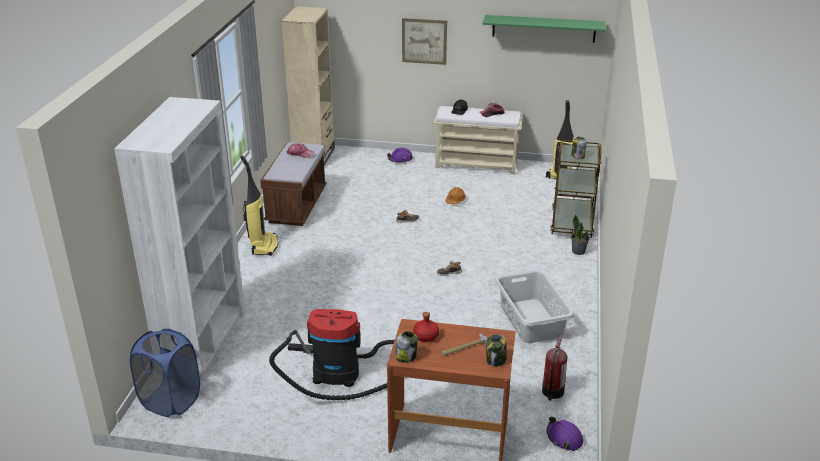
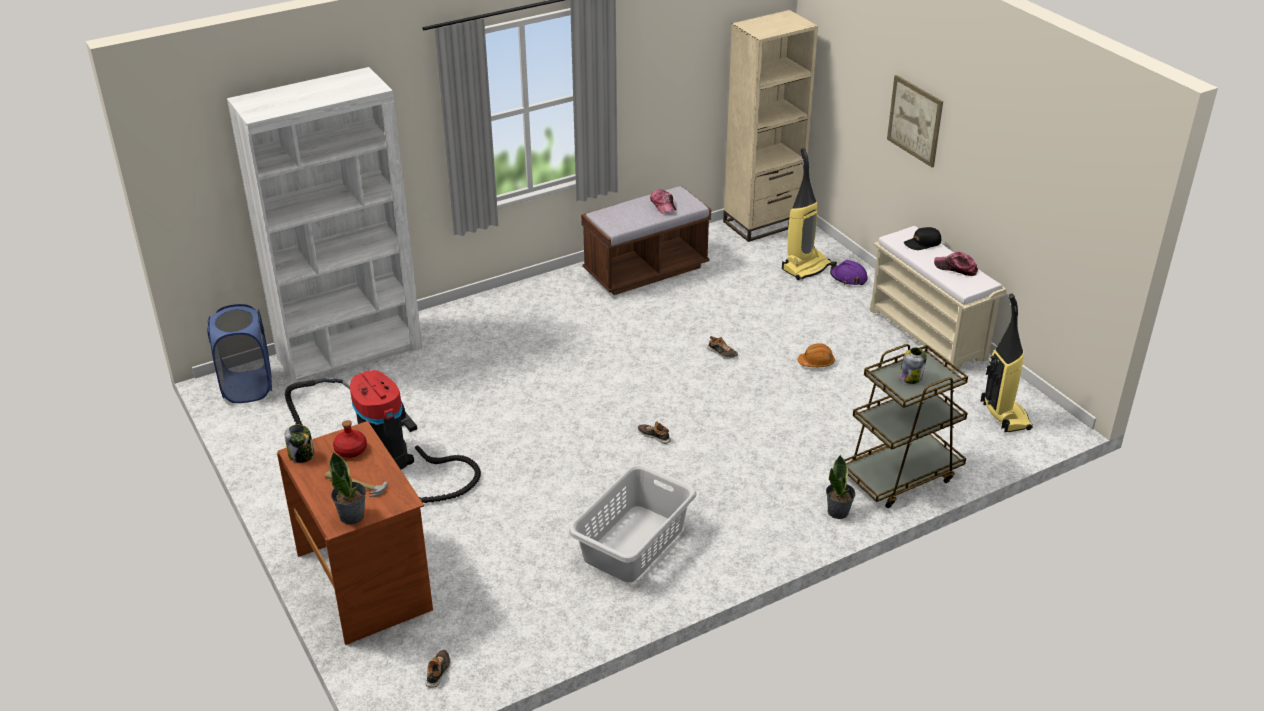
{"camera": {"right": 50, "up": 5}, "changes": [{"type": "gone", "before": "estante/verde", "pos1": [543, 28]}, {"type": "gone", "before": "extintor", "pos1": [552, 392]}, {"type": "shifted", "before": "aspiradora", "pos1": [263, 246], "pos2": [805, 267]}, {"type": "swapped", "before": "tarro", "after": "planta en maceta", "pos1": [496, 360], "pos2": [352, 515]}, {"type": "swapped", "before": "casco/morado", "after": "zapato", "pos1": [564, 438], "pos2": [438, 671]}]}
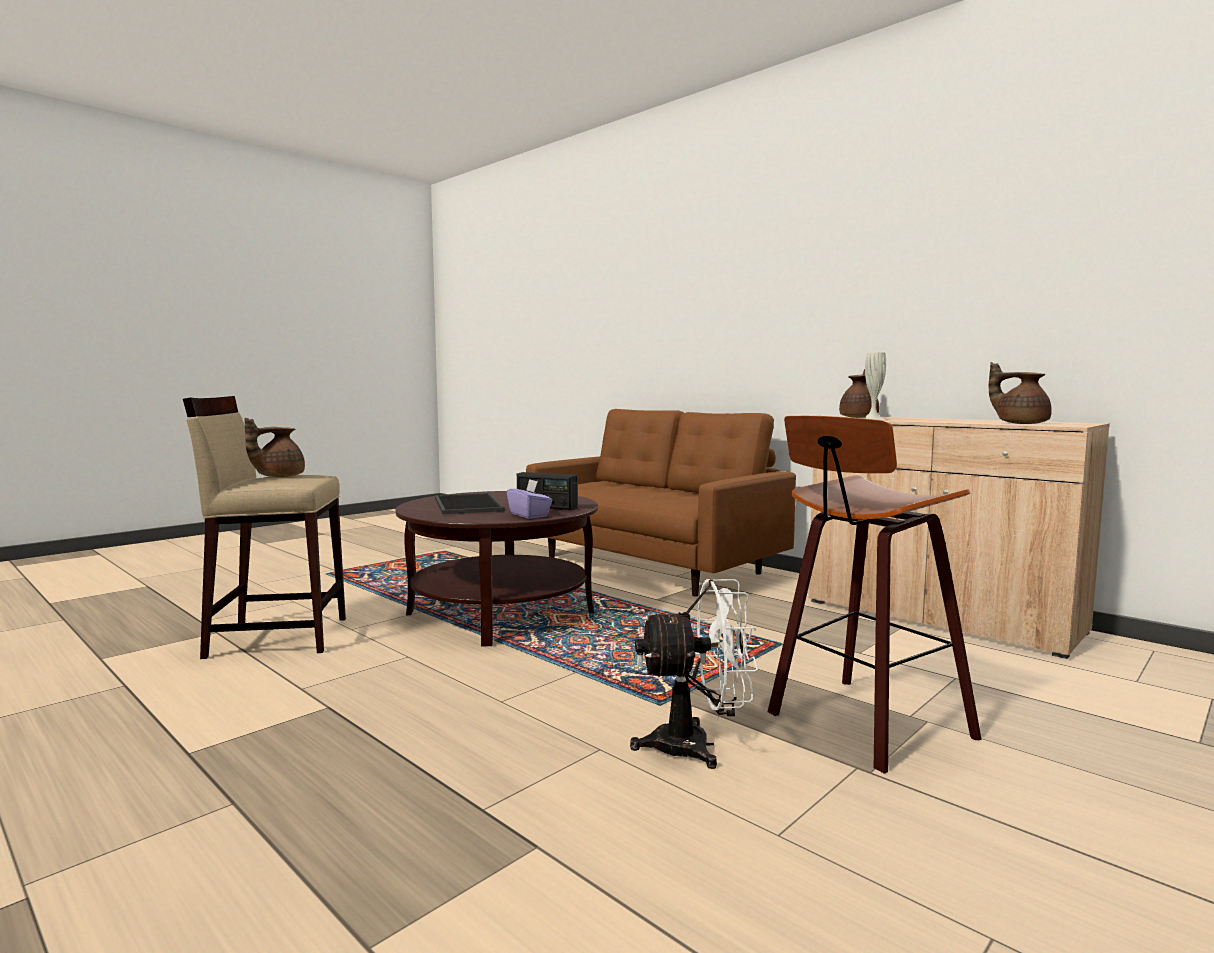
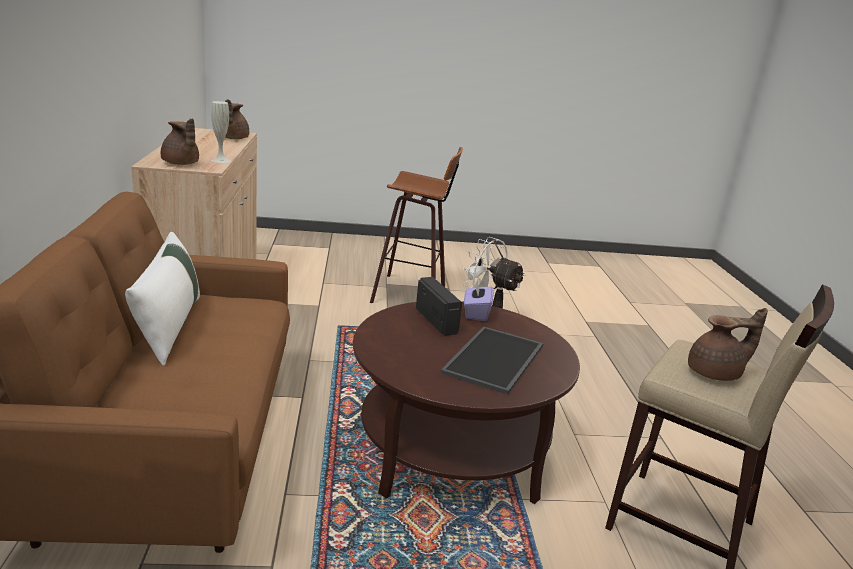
{"camera": {"right": -140, "up": 15}, "changes": [{"type": "new", "after": "cojín/blanco", "pos2": [169, 327]}, {"type": "rotated", "before": "tetera/marrón", "pos1": [860, 417], "pos2": [180, 163], "turn": -120}]}
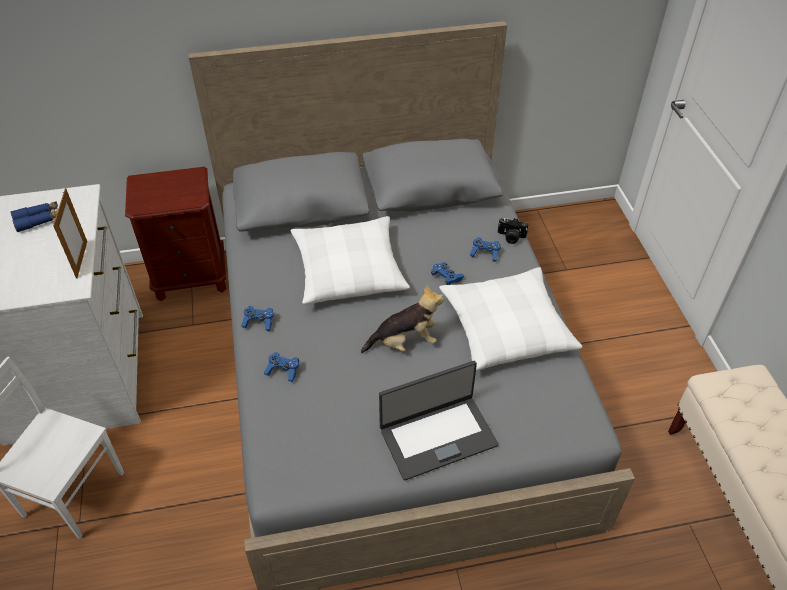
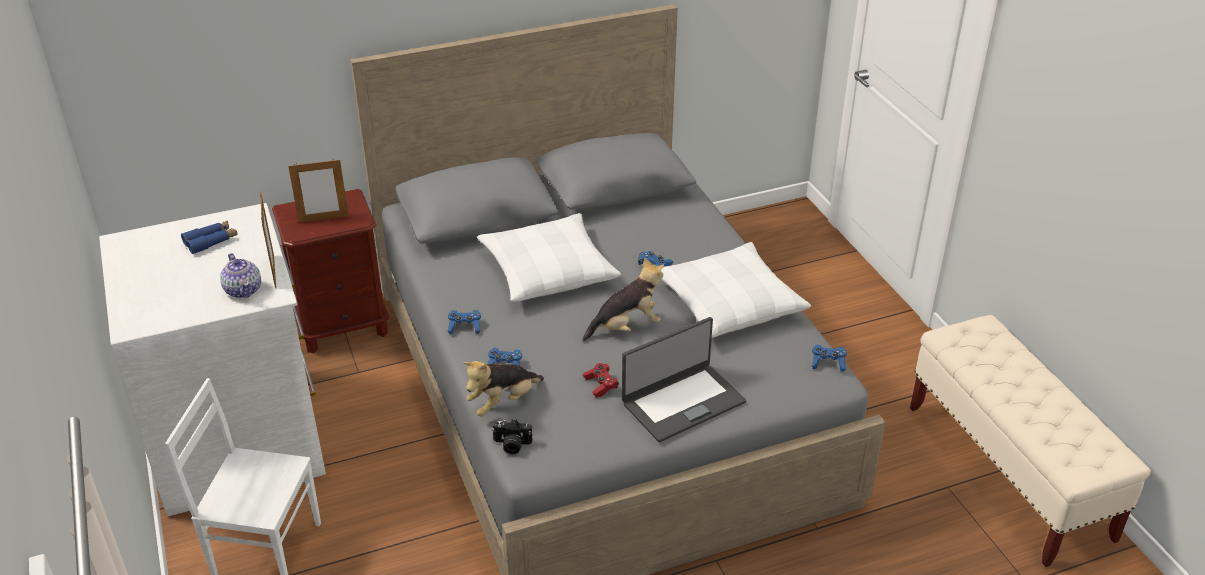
{"camera": {"right": -10, "up": -10}, "changes": [{"type": "new", "after": "tetera", "pos2": [243, 290]}, {"type": "new", "after": "portarretratos", "pos2": [323, 219]}, {"type": "new", "after": "peluche", "pos2": [503, 402]}, {"type": "new", "after": "mando de consola/rojo", "pos2": [600, 385]}, {"type": "shifted", "before": "mando de consola/azul", "pos1": [485, 253], "pos2": [828, 363]}, {"type": "shifted", "before": "cámara", "pos1": [511, 237], "pos2": [511, 445]}]}
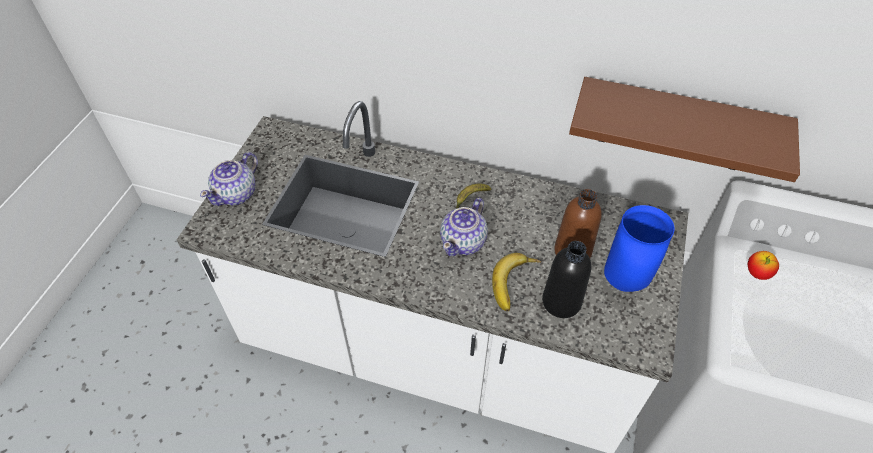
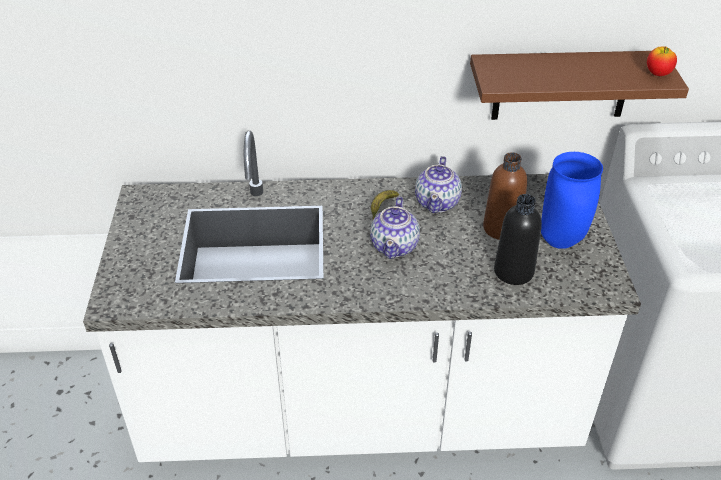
{"camera": {"right": -20, "up": -10}, "changes": [{"type": "gone", "before": "plátano", "pos1": [516, 284]}, {"type": "shifted", "before": "tetera", "pos1": [236, 194], "pos2": [437, 202]}, {"type": "shifted", "before": "manzana", "pos1": [757, 273], "pos2": [658, 74]}]}
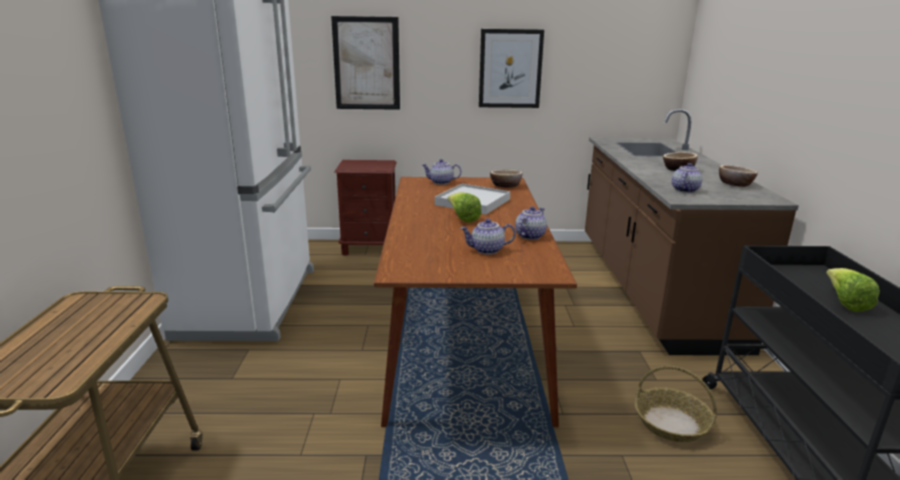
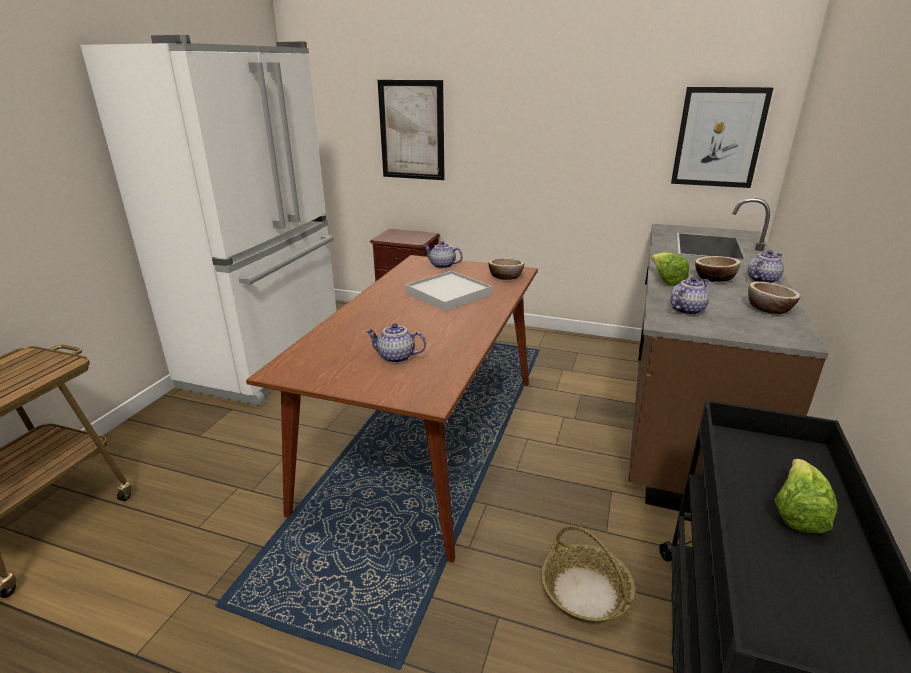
{"camera": {"right": 20, "up": 5}, "changes": [{"type": "shifted", "before": "lechuga", "pos1": [463, 218], "pos2": [665, 280]}, {"type": "shifted", "before": "cuadro", "pos1": [510, 69], "pos2": [719, 137]}, {"type": "shifted", "before": "tetera", "pos1": [529, 236], "pos2": [761, 280]}]}
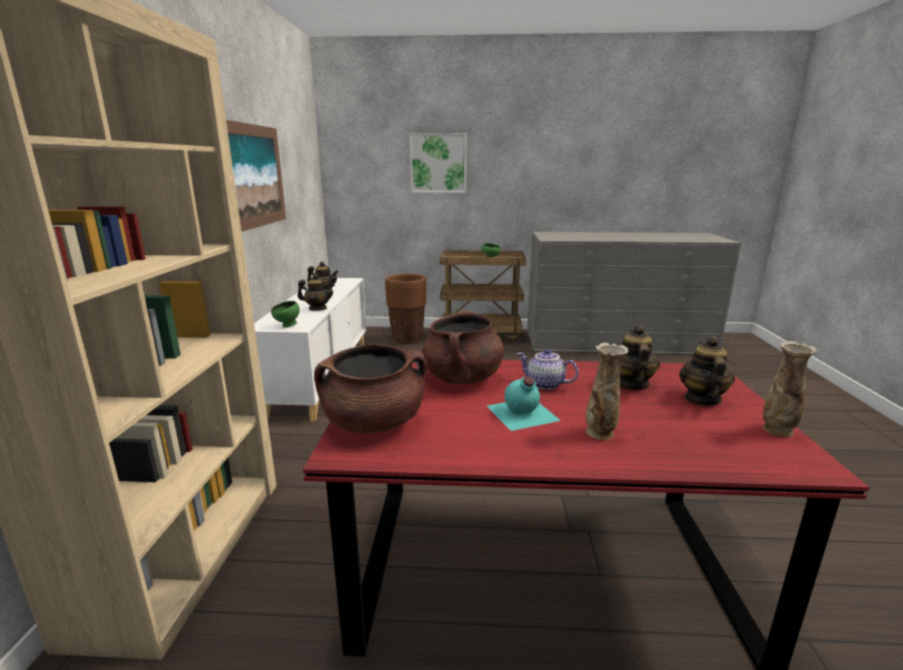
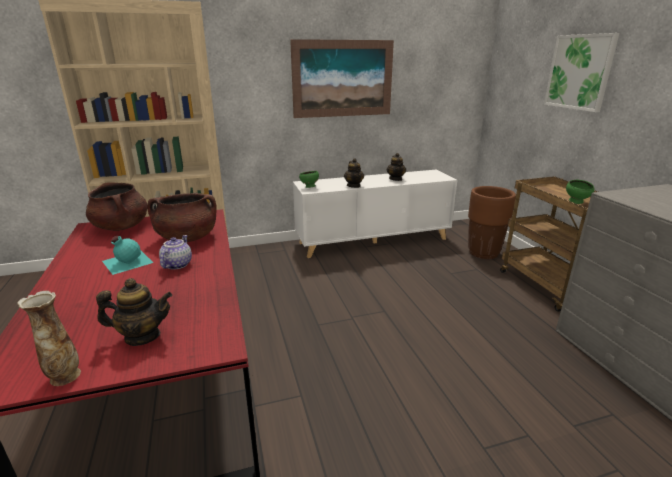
{"camera": {"right": 70, "up": 5}, "changes": [{"type": "gone", "before": "florero", "pos1": [600, 433]}, {"type": "gone", "before": "tetera", "pos1": [631, 384]}]}
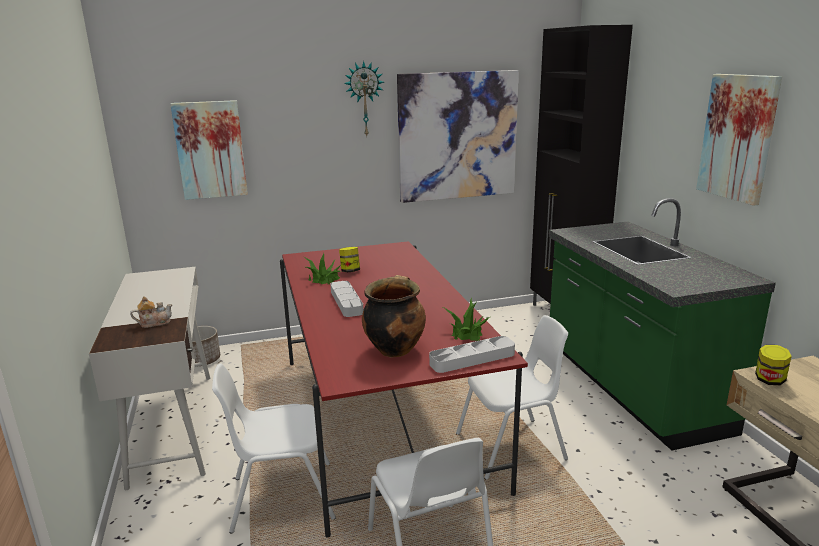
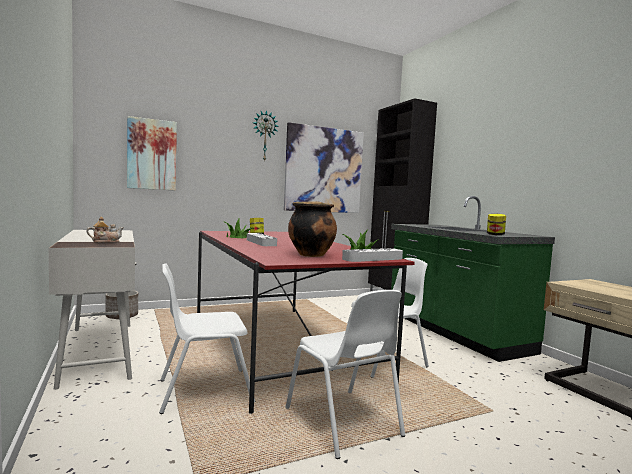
{"camera": {"right": -10, "up": -15}, "changes": [{"type": "gone", "before": "cuadro", "pos1": [738, 137]}, {"type": "shifted", "before": "tarro", "pos1": [769, 380], "pos2": [495, 235]}]}
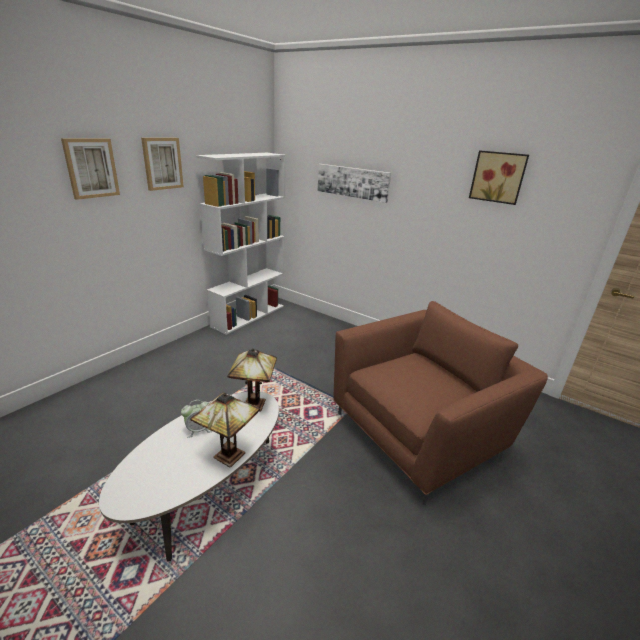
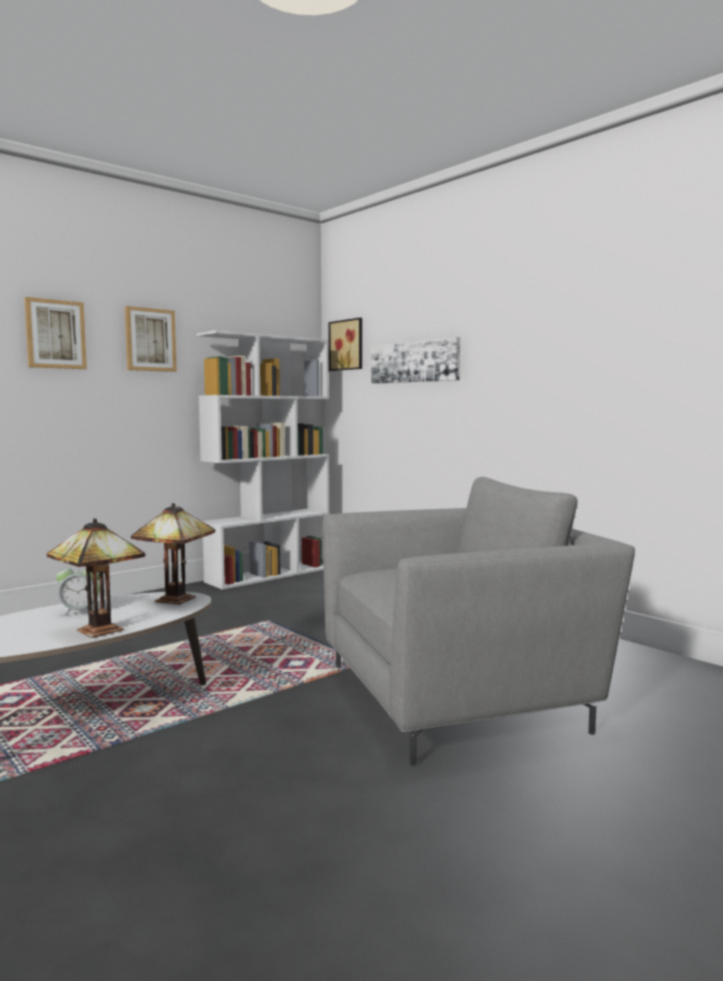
{"camera": {"right": 15, "up": -20}, "changes": [{"type": "shifted", "before": "cuadro", "pos1": [498, 177], "pos2": [347, 345]}, {"type": "repainted", "before": "sillón/marrón", "after": "sillón/gris", "pos1": [418, 434], "pos2": [459, 696]}]}
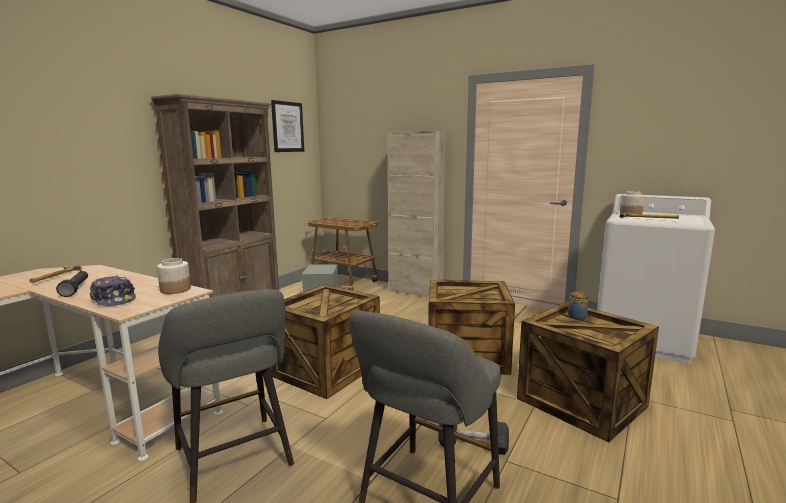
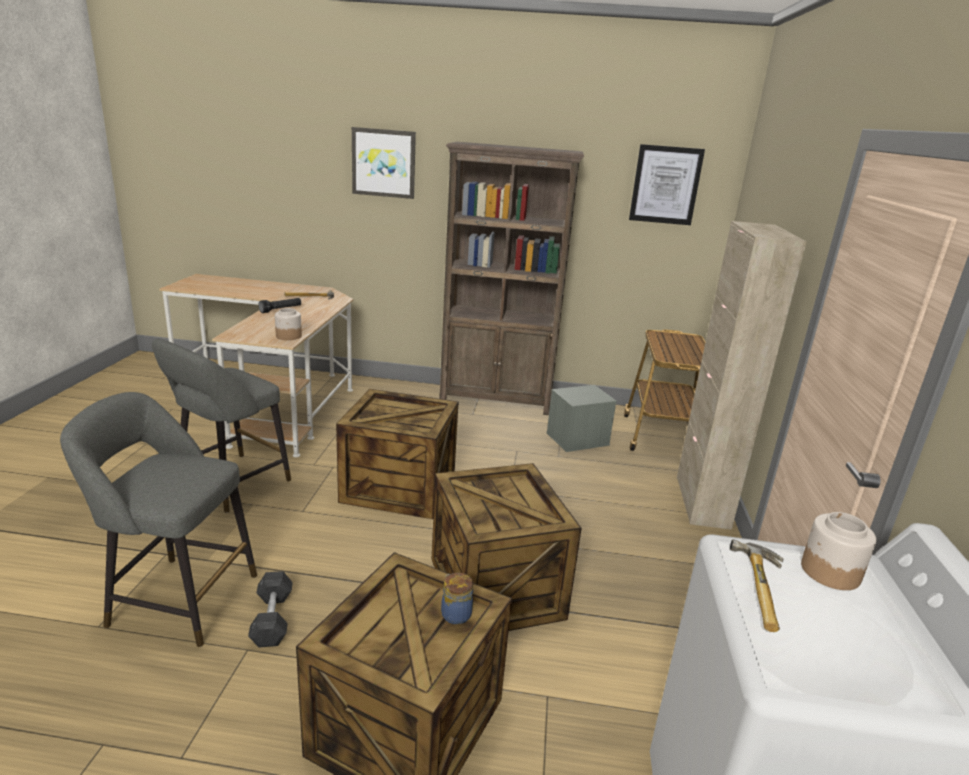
{"camera": {"right": 65, "up": 10}, "changes": [{"type": "gone", "before": "gorra", "pos1": [114, 299]}, {"type": "new", "after": "cuadro", "pos2": [383, 163]}]}
